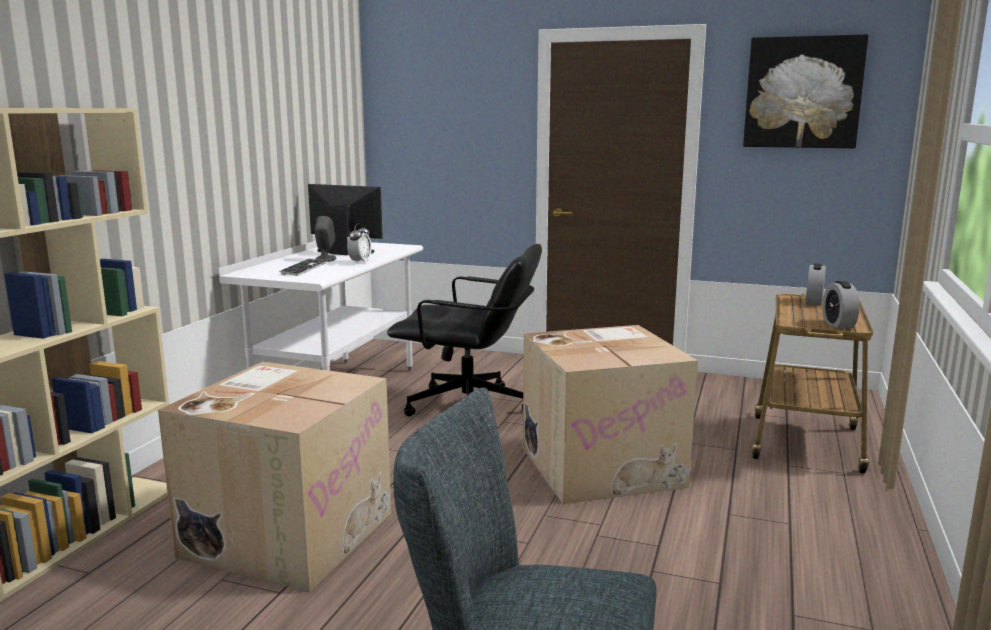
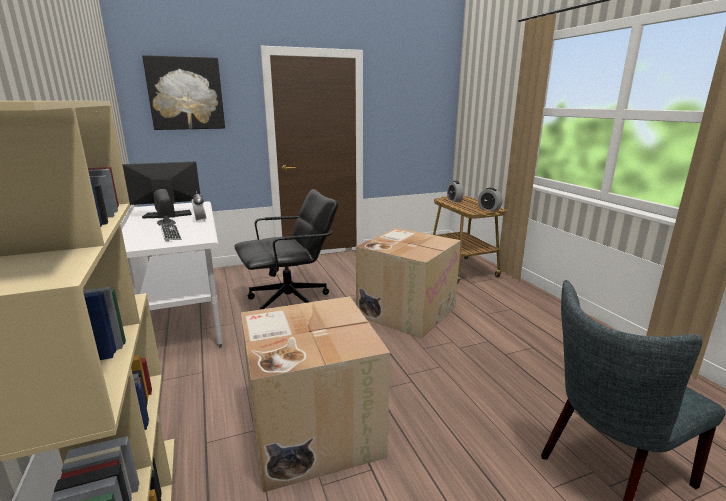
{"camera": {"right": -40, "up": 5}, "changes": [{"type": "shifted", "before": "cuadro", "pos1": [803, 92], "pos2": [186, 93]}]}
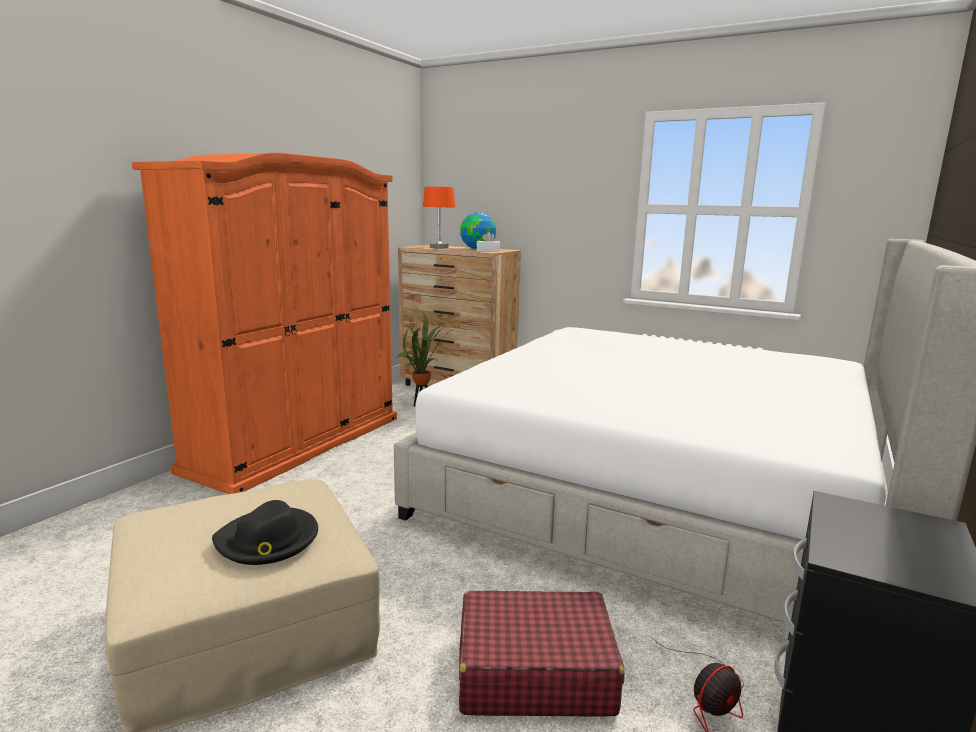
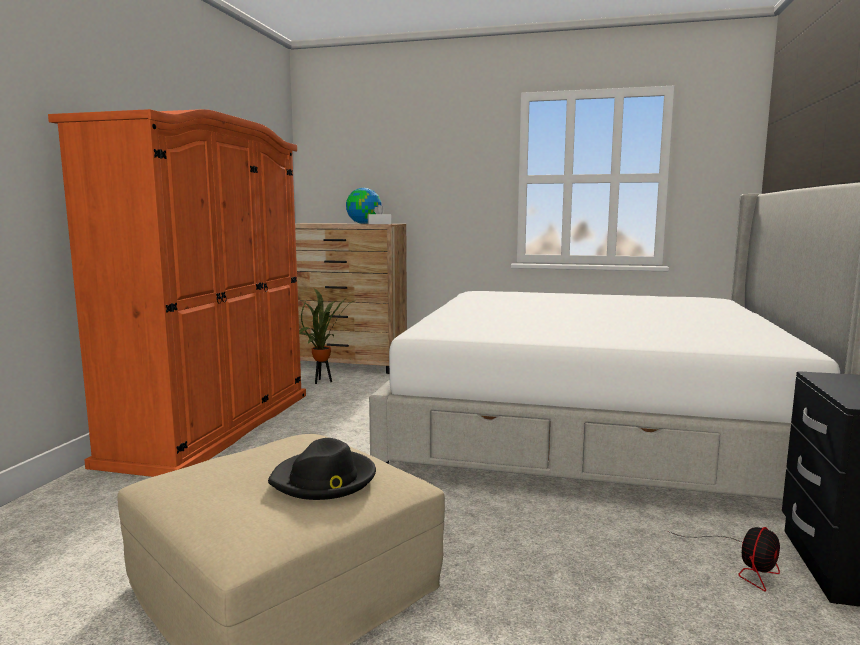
{"camera": {"right": -15, "up": -5}, "changes": [{"type": "gone", "before": "lámpara de mesa/naranja", "pos1": [439, 248]}, {"type": "gone", "before": "maleta/rojo", "pos1": [534, 671]}]}
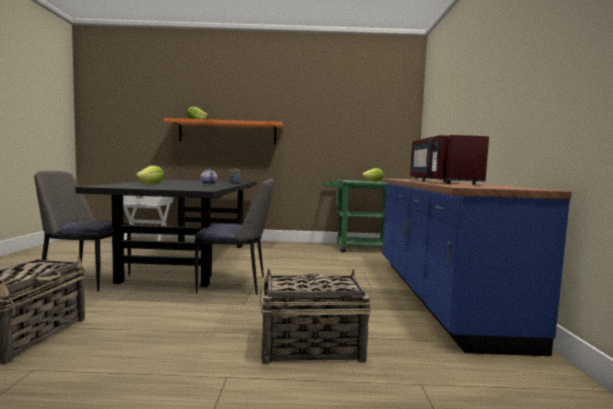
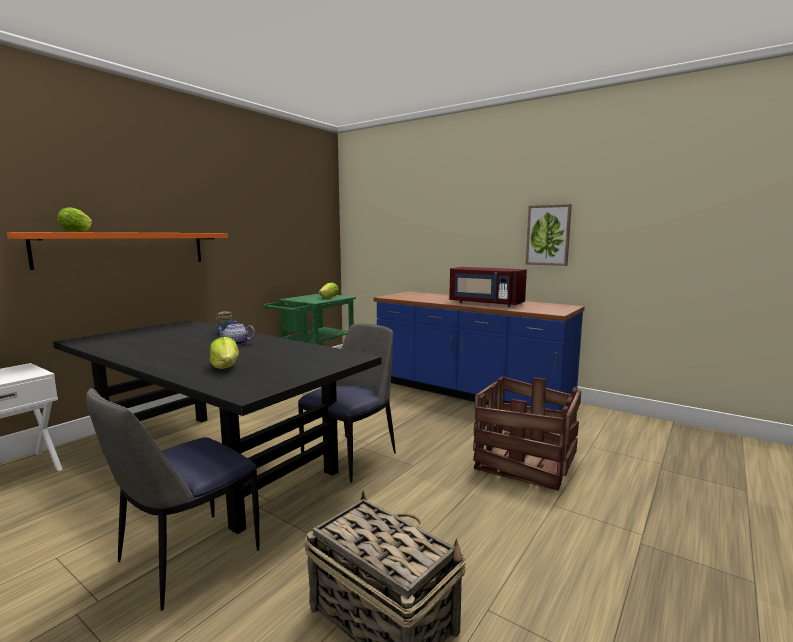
{"camera": {"right": -55, "up": 5}, "changes": [{"type": "new", "after": "cuadro", "pos2": [548, 235]}, {"type": "swapped", "before": "cesta", "after": "caja de embalaje", "pos1": [310, 347], "pos2": [525, 462]}]}
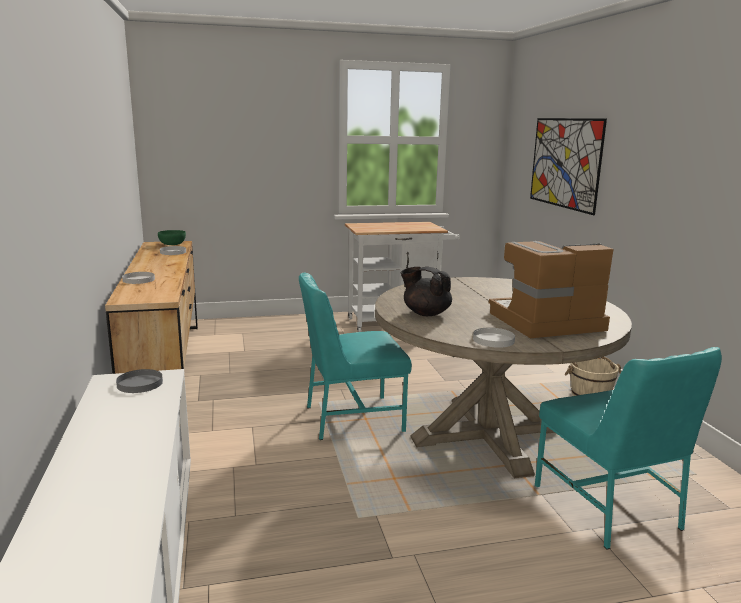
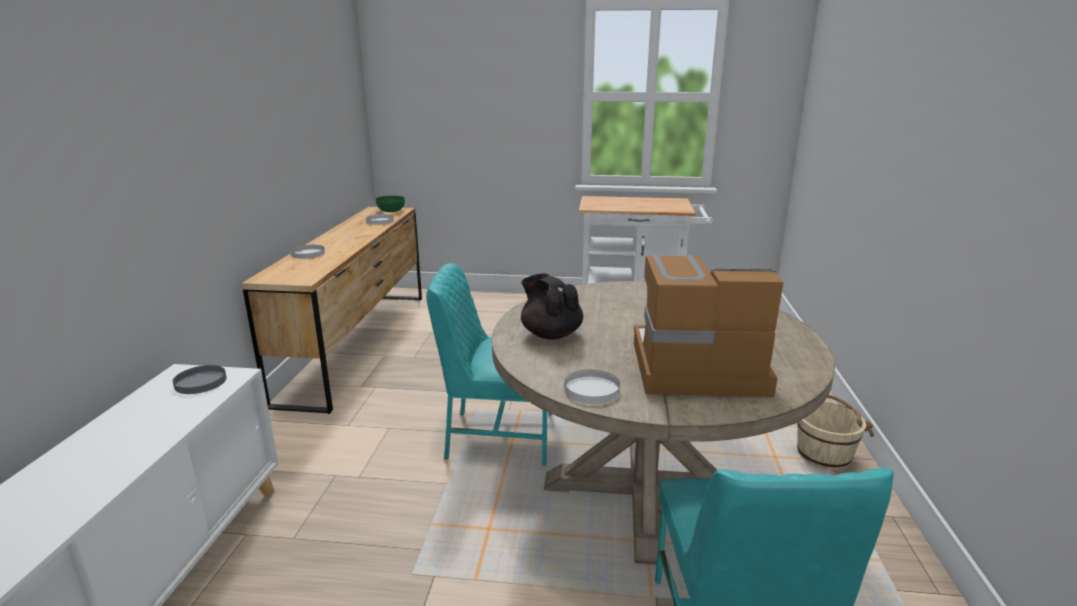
{"camera": {"right": 20, "up": 5}, "changes": [{"type": "gone", "before": "cuadro", "pos1": [564, 163]}]}
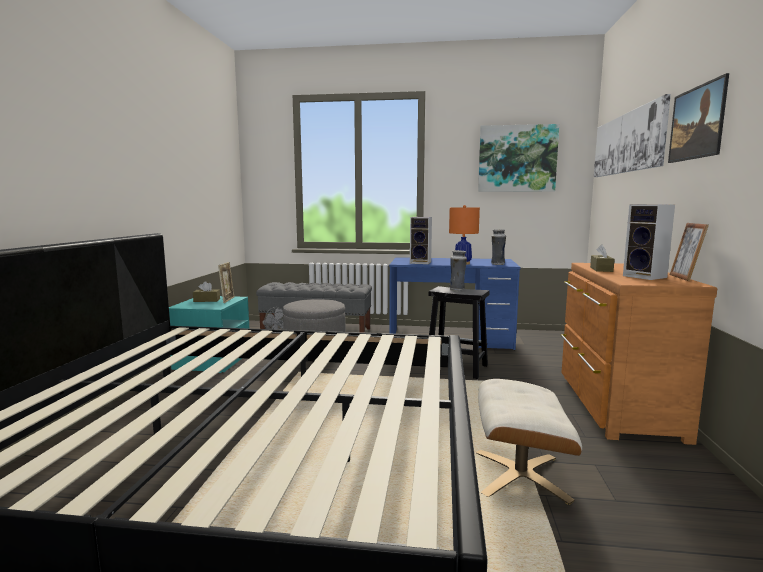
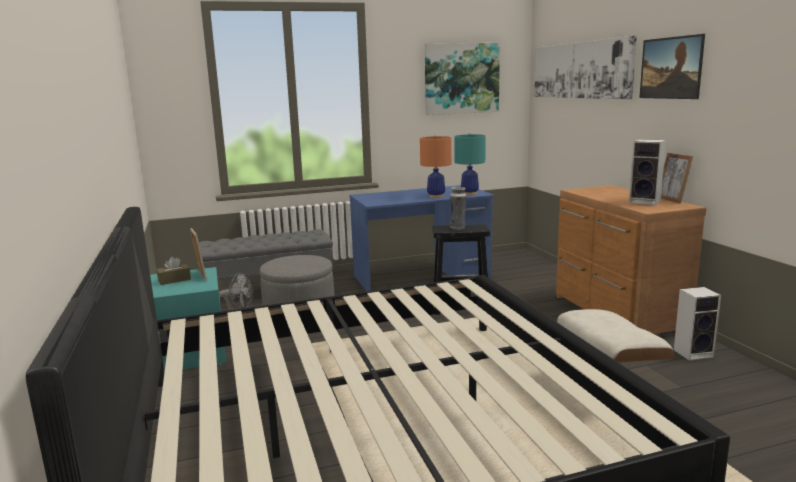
{"camera": {"right": -25, "up": 5}, "changes": [{"type": "gone", "before": "caja de pañuelos/marrón", "pos1": [601, 269]}, {"type": "shifted", "before": "altavoz", "pos1": [421, 262], "pos2": [694, 353]}, {"type": "swapped", "before": "florero", "after": "lámpara de mesa/turquesa", "pos1": [497, 264], "pos2": [469, 194]}]}
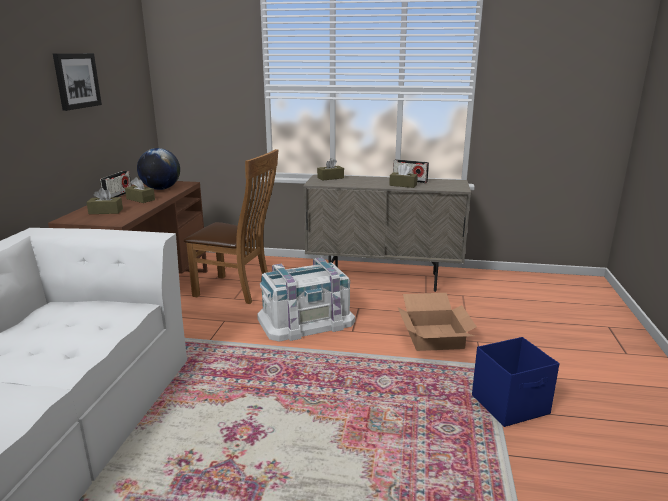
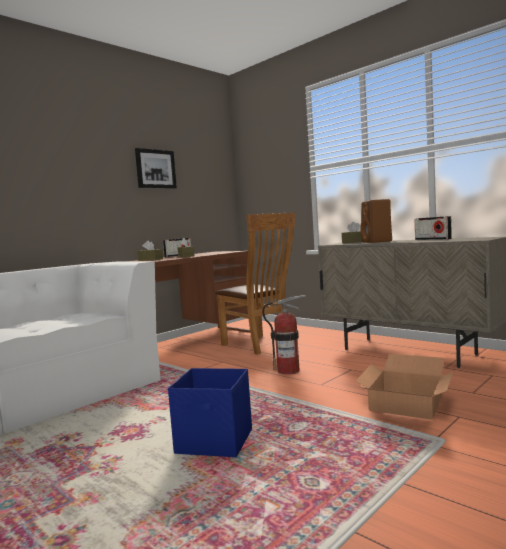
{"camera": {"right": 35, "up": -15}, "changes": [{"type": "gone", "before": "globo terráqueo", "pos1": [161, 189]}, {"type": "gone", "before": "caja de pañuelos/marrón", "pos1": [403, 185]}, {"type": "new", "after": "altavoz/marrón", "pos2": [377, 242]}, {"type": "shifted", "before": "caja de almacenaje/azul", "pos1": [511, 405], "pos2": [215, 442]}, {"type": "swapped", "before": "caja de almacenaje/blanco", "after": "extintor", "pos1": [306, 320], "pos2": [288, 370]}]}
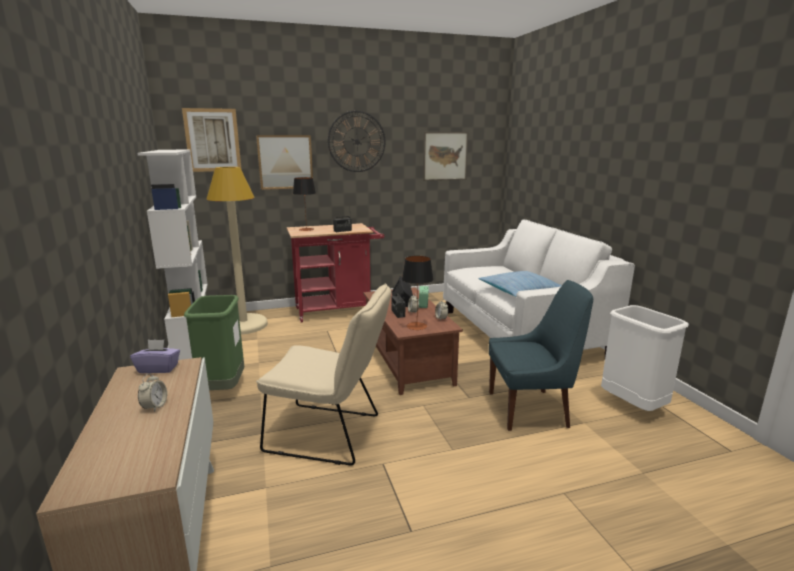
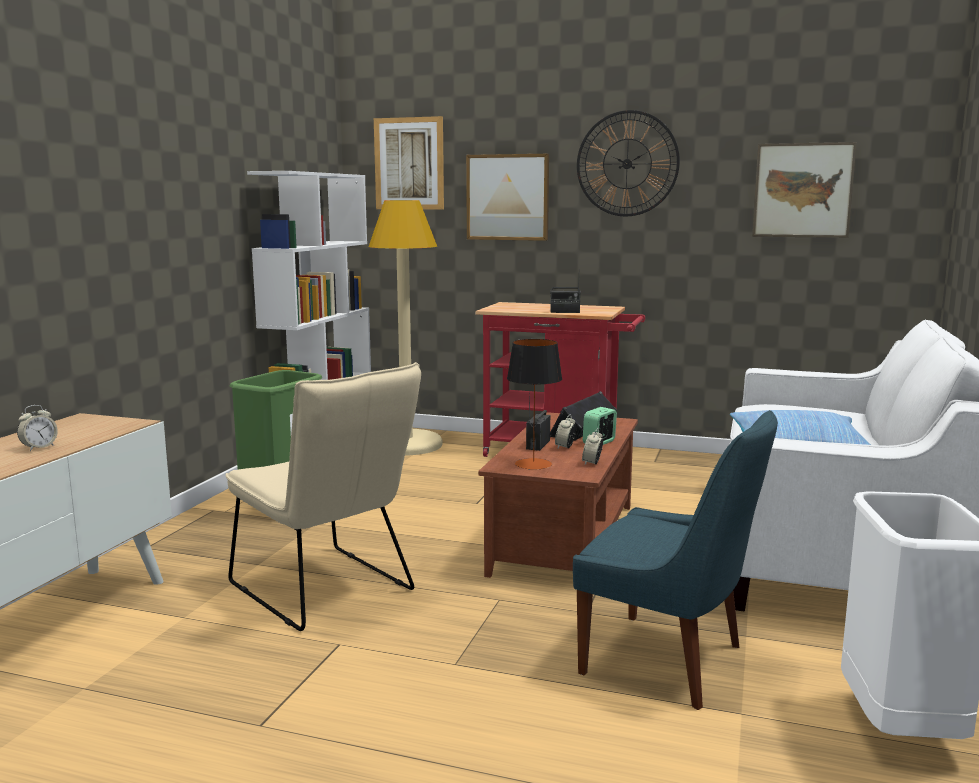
{"camera": {"right": 35, "up": -5}, "changes": [{"type": "gone", "before": "caja de pañuelos/morado", "pos1": [158, 368]}, {"type": "gone", "before": "lámpara de mesa", "pos1": [306, 229]}]}
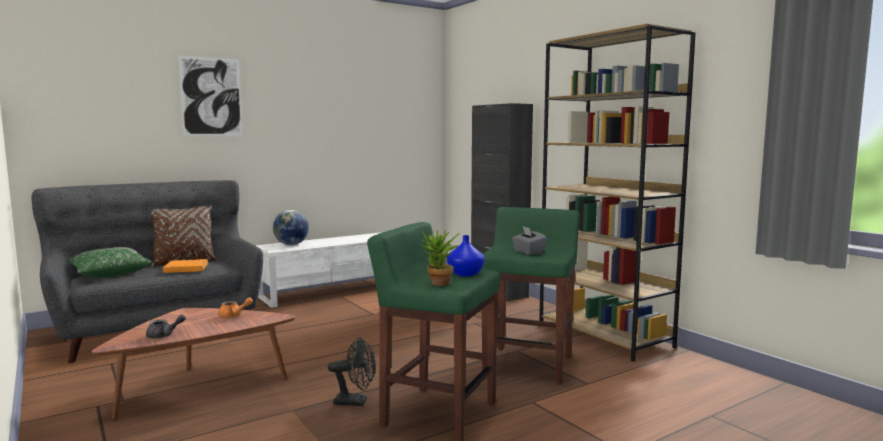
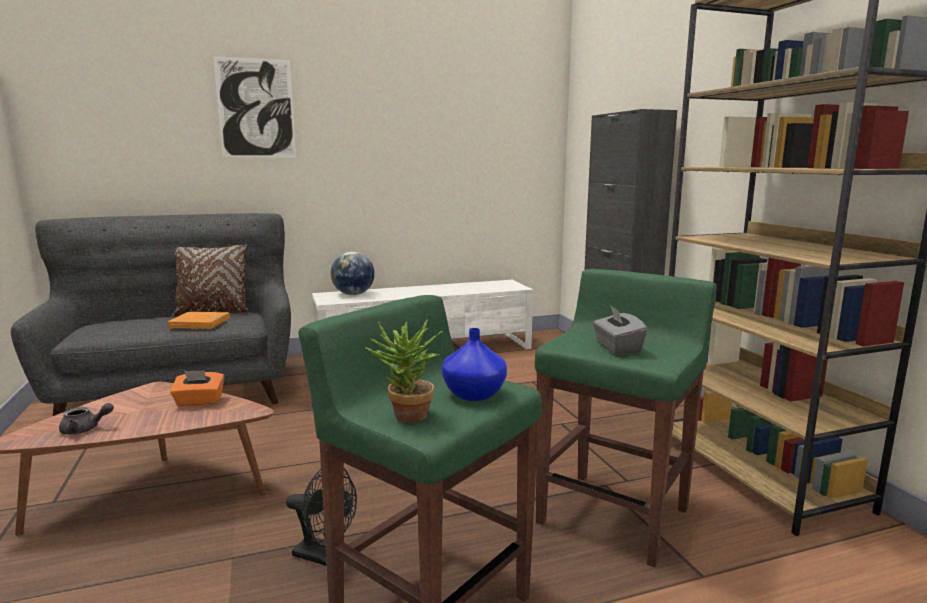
{"camera": {"right": 15, "up": 5}, "changes": [{"type": "gone", "before": "cojín/verde", "pos1": [109, 274]}, {"type": "swapped", "before": "tetera/naranja", "after": "caja de pañuelos/naranja", "pos1": [233, 315], "pos2": [199, 402]}]}
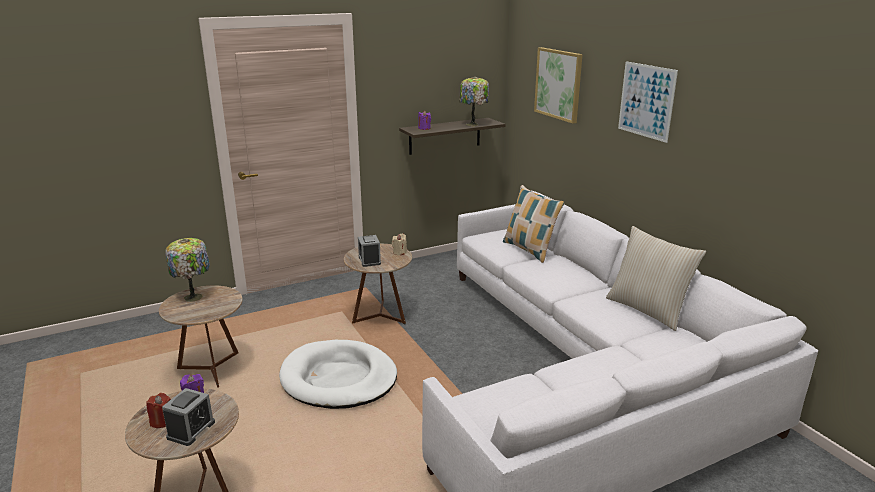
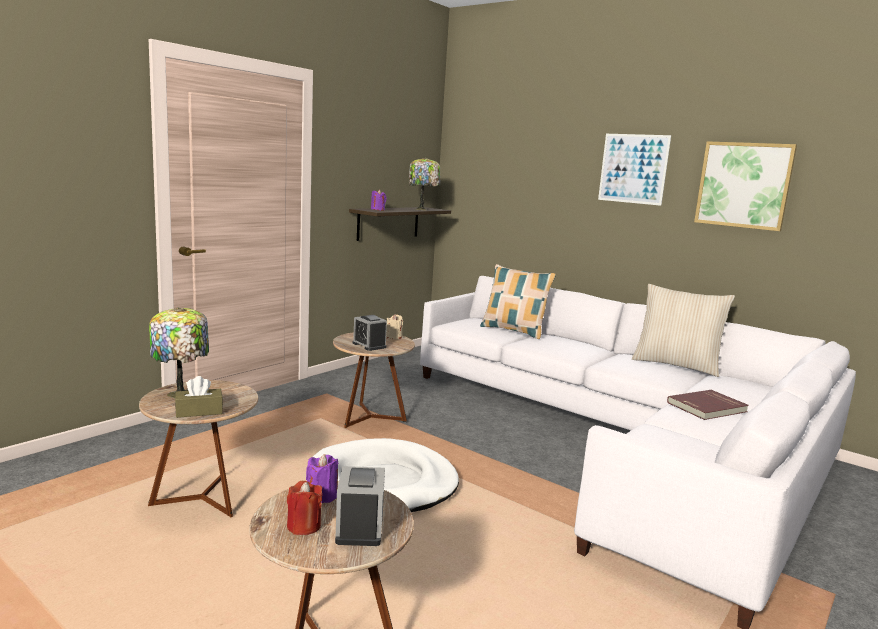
{"camera": {"right": -25, "up": -10}, "changes": [{"type": "new", "after": "caja de pañuelos/marrón", "pos2": [199, 411]}, {"type": "new", "after": "libro/rojo", "pos2": [708, 407]}, {"type": "shifted", "before": "cuadro", "pos1": [558, 84], "pos2": [743, 185]}]}
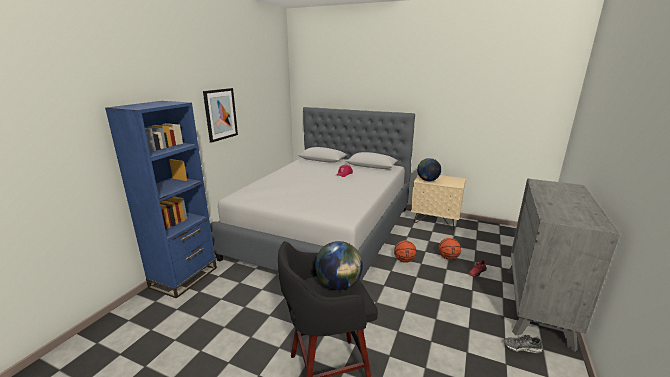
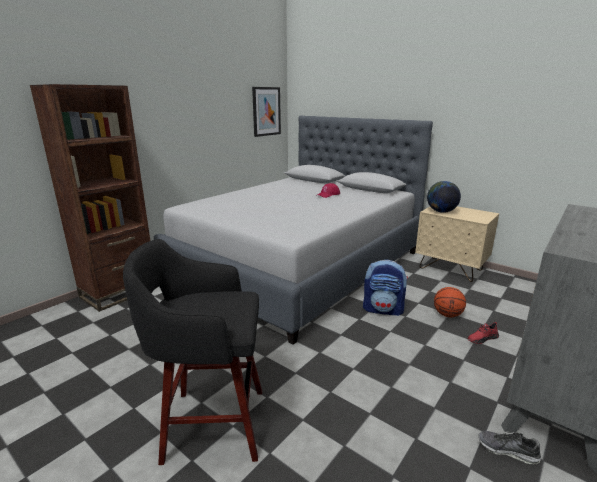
{"camera": {"right": 15, "up": 0}, "changes": [{"type": "gone", "before": "globo terráqueo", "pos1": [339, 285]}, {"type": "shifted", "before": "cuadro", "pos1": [220, 114], "pos2": [266, 111]}, {"type": "swapped", "before": "balón de baloncesto", "after": "mochila", "pos1": [404, 260], "pos2": [383, 309]}, {"type": "repainted", "before": "estantería/azul", "after": "estantería/marrón", "pos1": [184, 277], "pos2": [119, 292]}]}
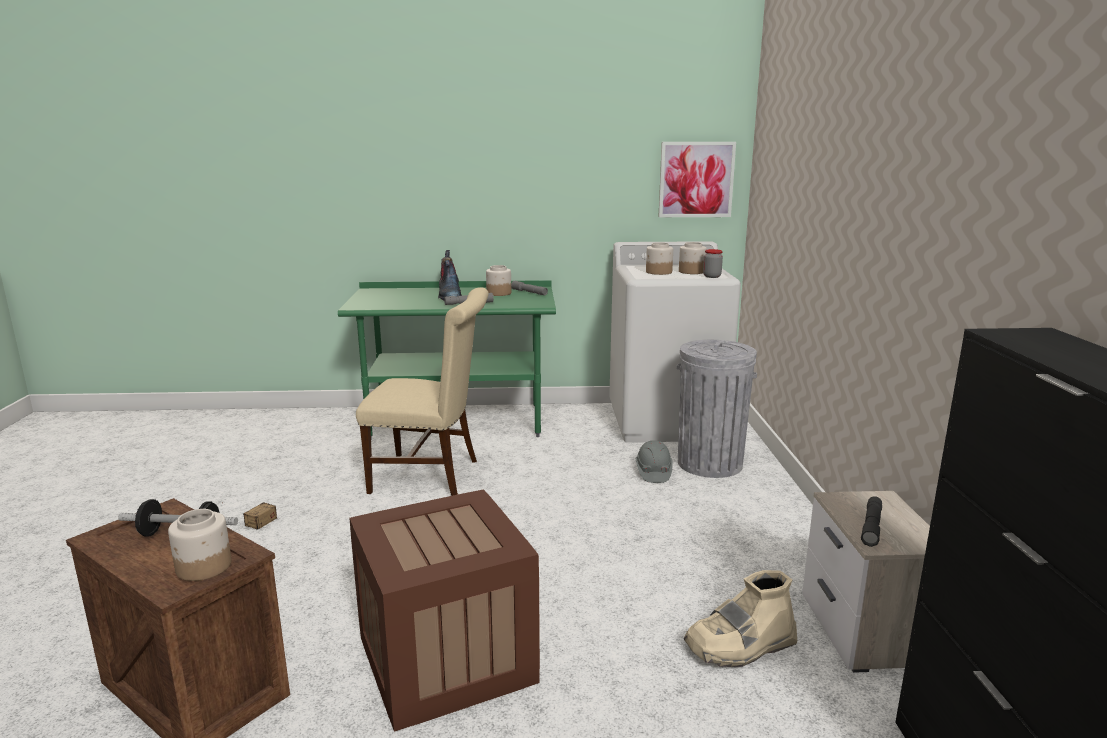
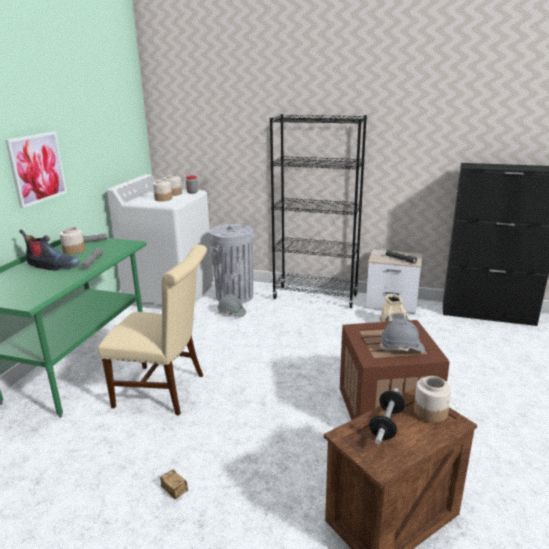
{"camera": {"right": -70, "up": 5}, "changes": [{"type": "new", "after": "estantería/negro", "pos2": [315, 297]}, {"type": "new", "after": "casco/gris", "pos2": [402, 347]}, {"type": "shifted", "before": "cuadro", "pos1": [696, 179], "pos2": [37, 168]}, {"type": "rotated", "before": "silla/beis", "pos1": [432, 476], "pos2": [165, 390], "turn": 75}]}
